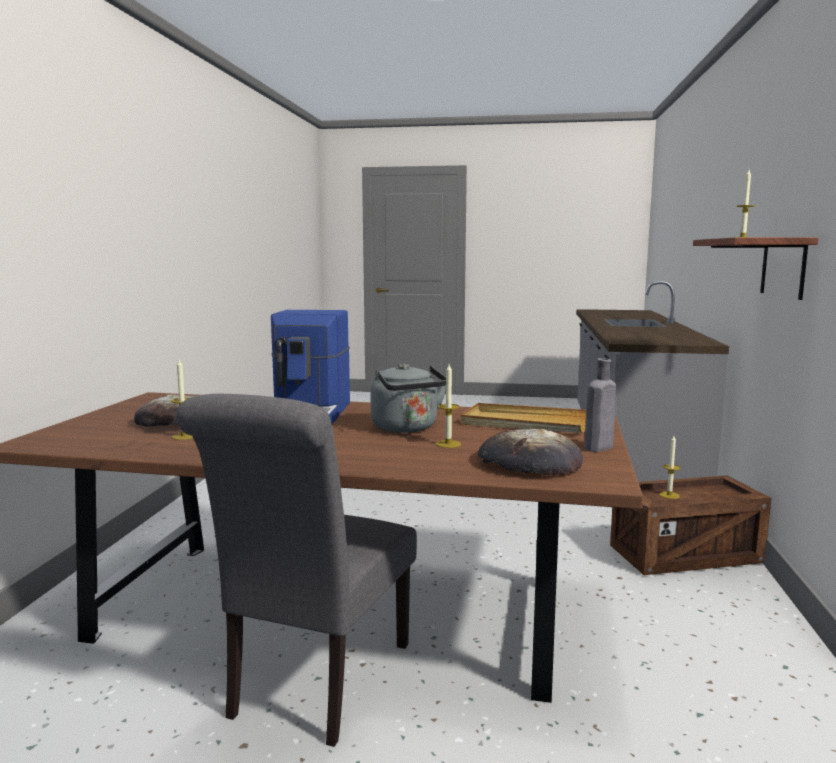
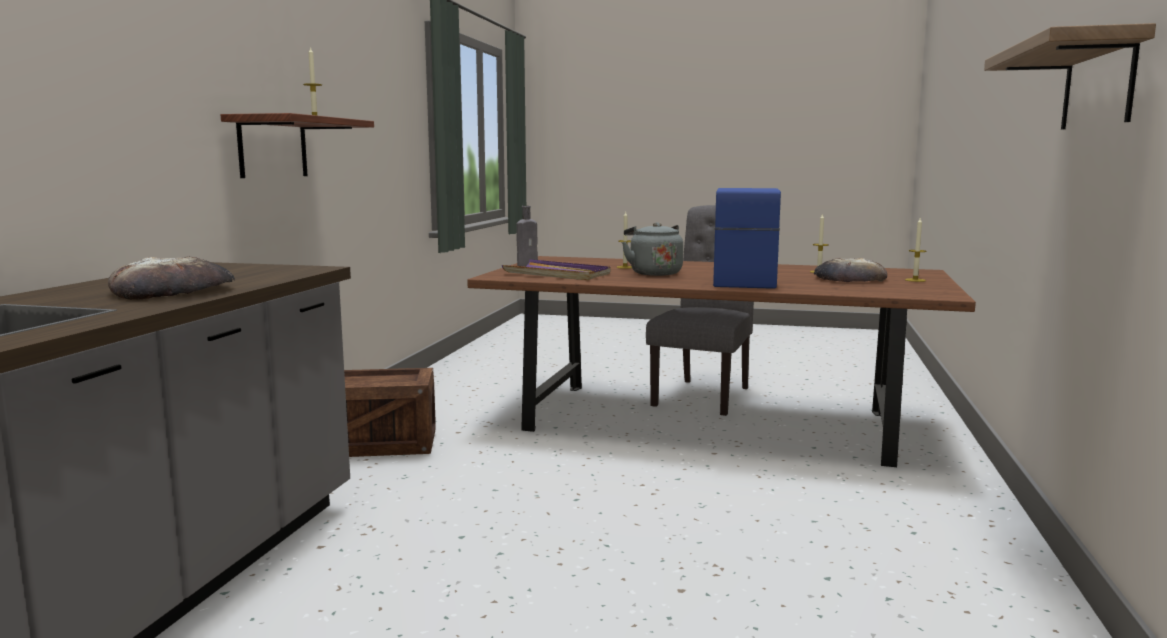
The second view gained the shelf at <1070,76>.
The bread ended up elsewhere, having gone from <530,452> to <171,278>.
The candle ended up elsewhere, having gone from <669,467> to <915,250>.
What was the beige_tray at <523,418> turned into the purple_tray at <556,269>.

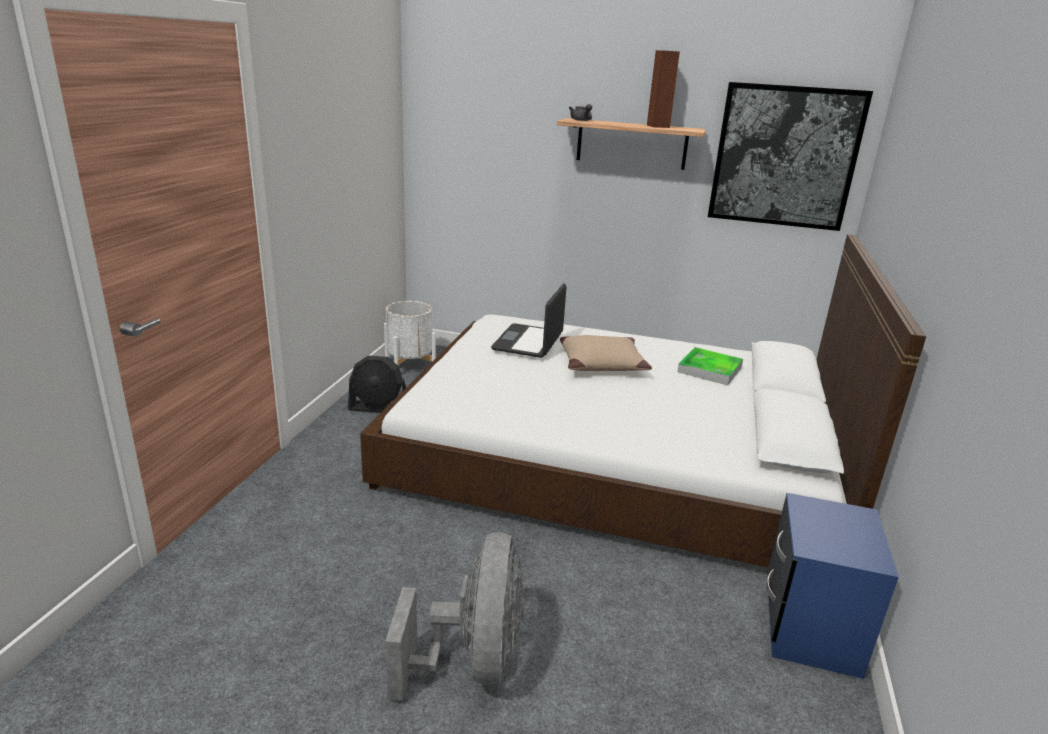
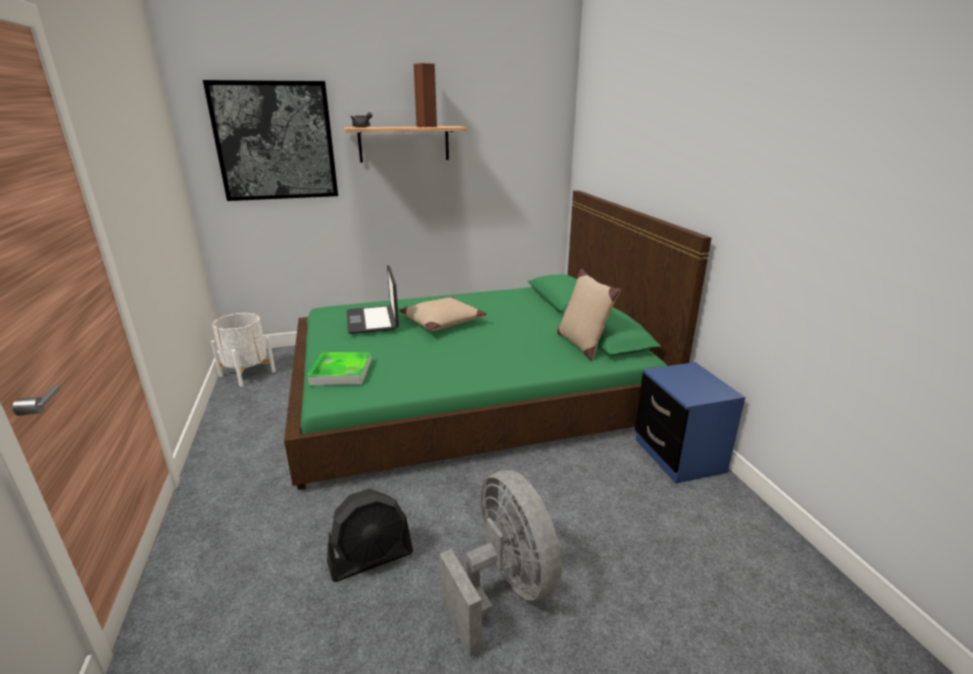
The second view gained the beige_pillow at <589,315>.
The black_fan ended up elsewhere, having gone from <377,384> to <370,535>.
The tray ended up elsewhere, having gone from <710,366> to <339,368>.
The picture ended up elsewhere, having gone from <790,156> to <270,140>.
What was the white_bed at <643,400> turned into the green_bed at <497,340>.

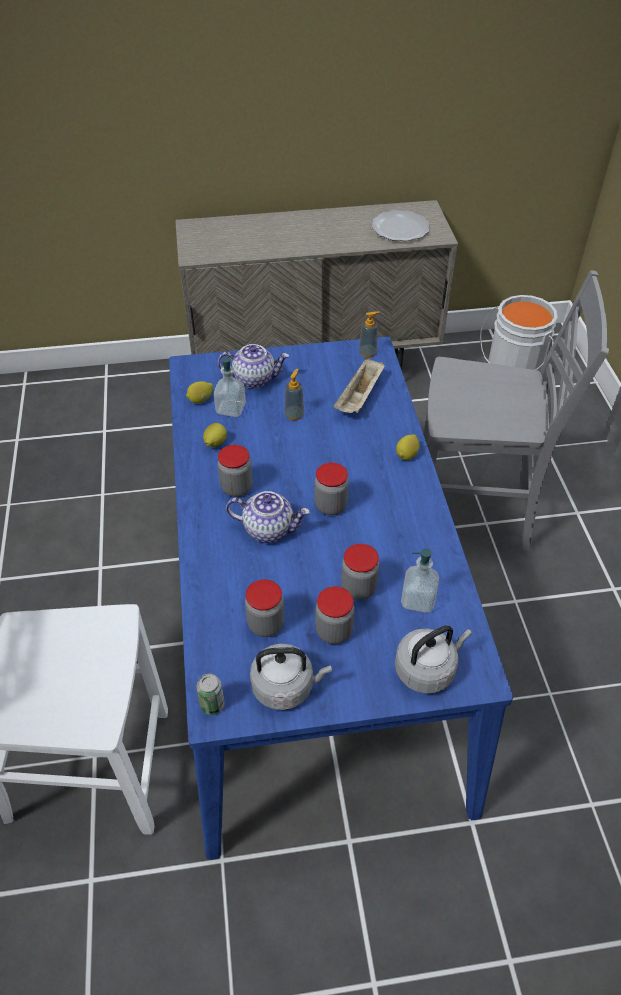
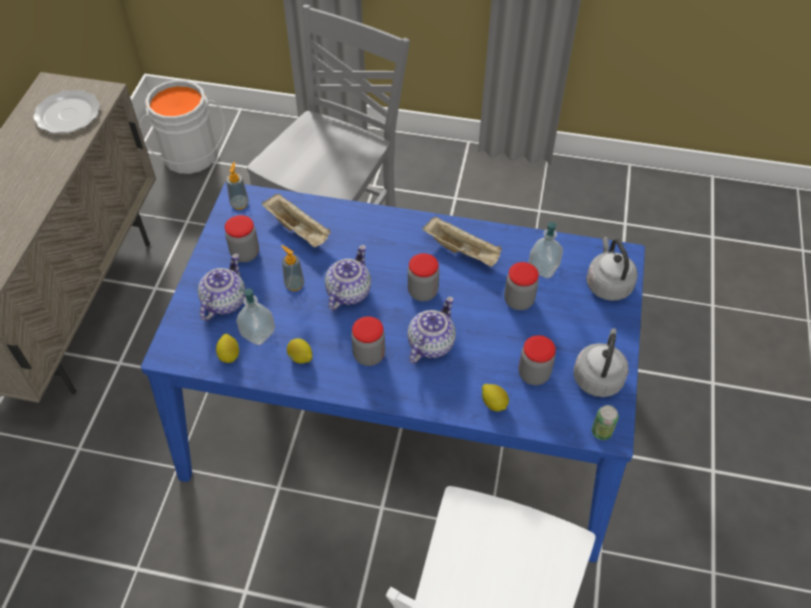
The second view gained the teapot at <348,278>.
The second view gained the beige_tray at <462,241>.
The jar ended up elsewhere, having gone from <335,615> to <242,238>.
The lemon ended up elsewhere, having gone from <408,447> to <495,398>.

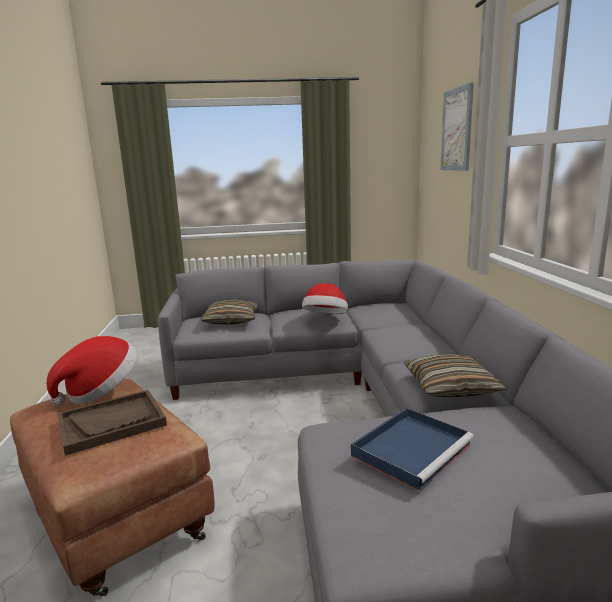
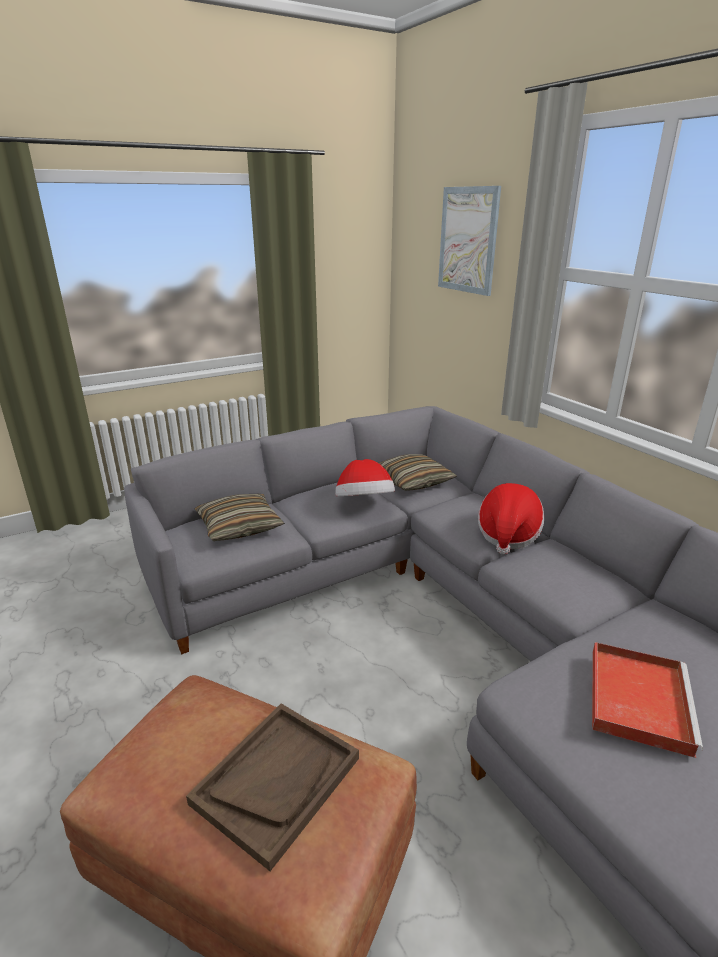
The hat ended up elsewhere, having gone from <92,371> to <511,518>.
The pillow ended up elsewhere, having gone from <455,375> to <418,472>.
What was the blue_tray at <412,449> turned into the red_tray at <647,700>.

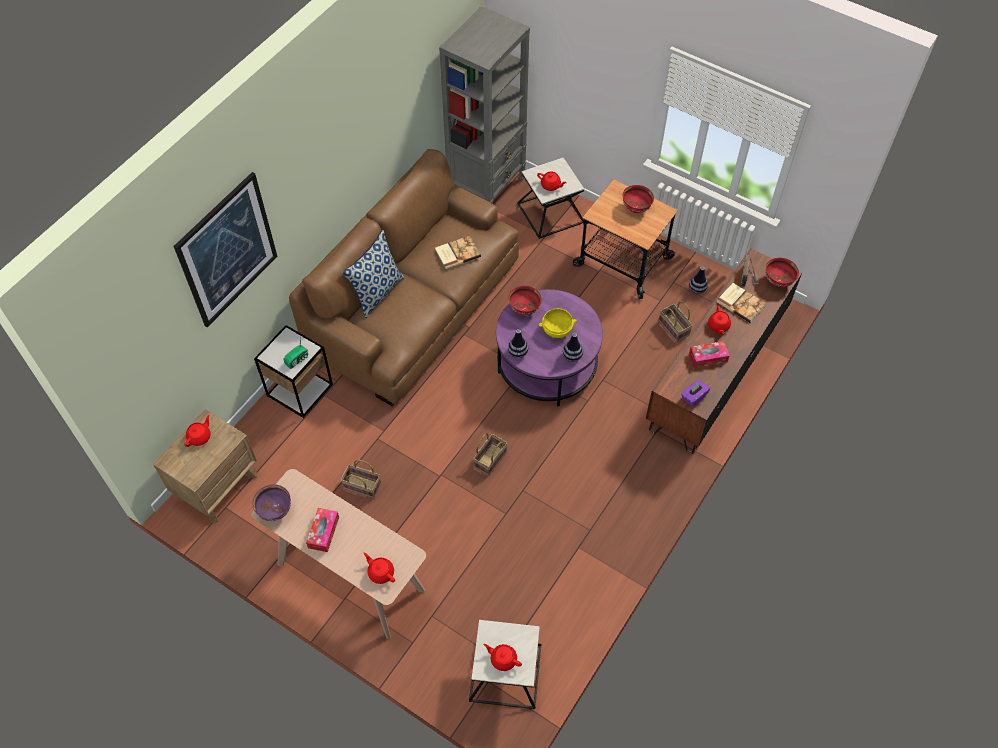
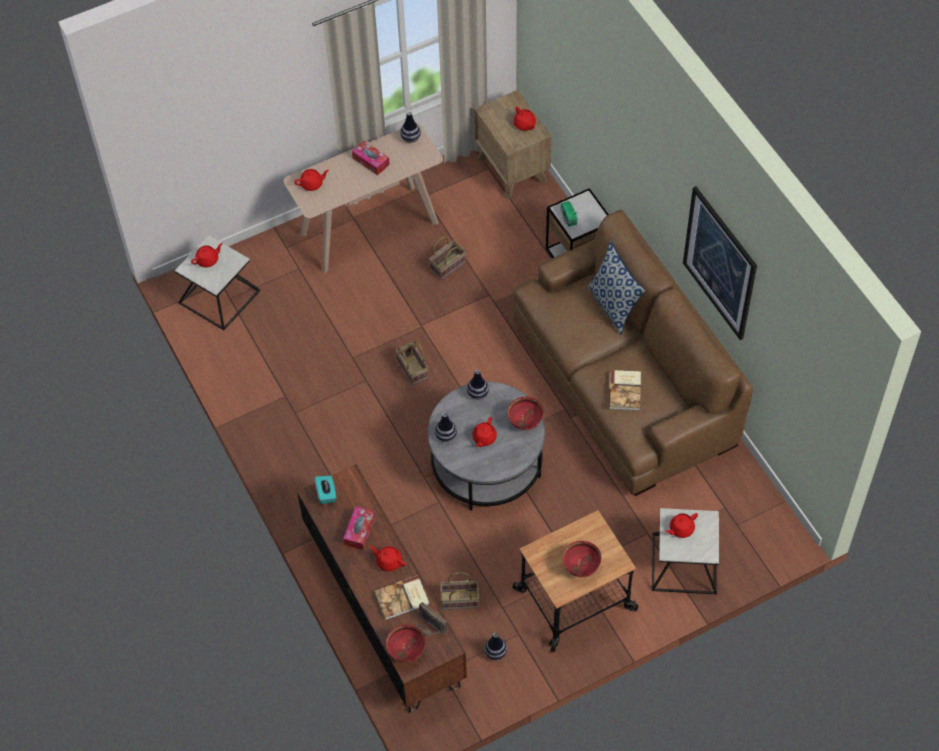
The second view lost the grey_bookcase at <484,104>.
The picture ended up elsewhere, having gone from <225,249> to <720,263>.
Where the purple_bowl stood at <271,502>, the vase came to stand at <410,127>.
Where the yellow_bowl stood at <558,323>, the red_teapot came to stand at <484,432>.
What was the purple_coffee_table at <549,348> turned into the grey_coffee_table at <486,446>.
What was the purple_tissue_box at <695,393> turned into the turquoise_tissue_box at <325,490>.

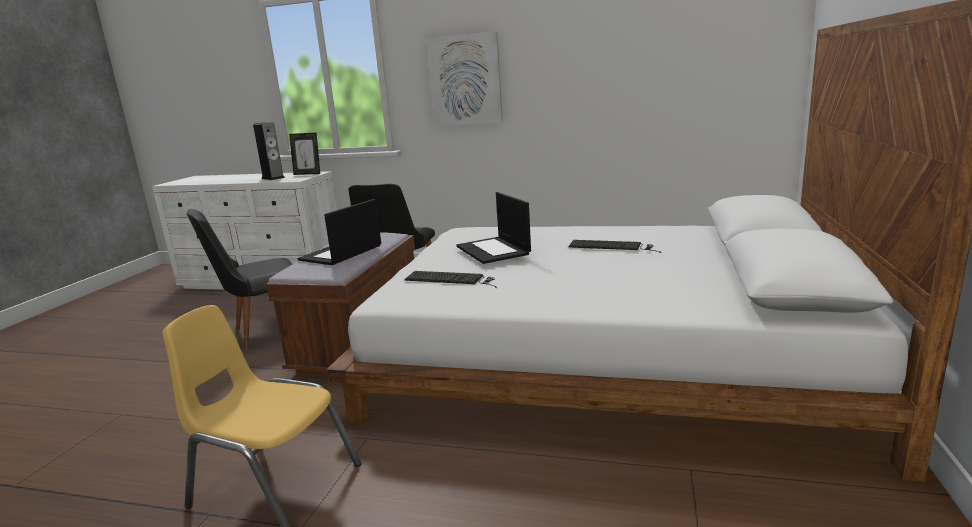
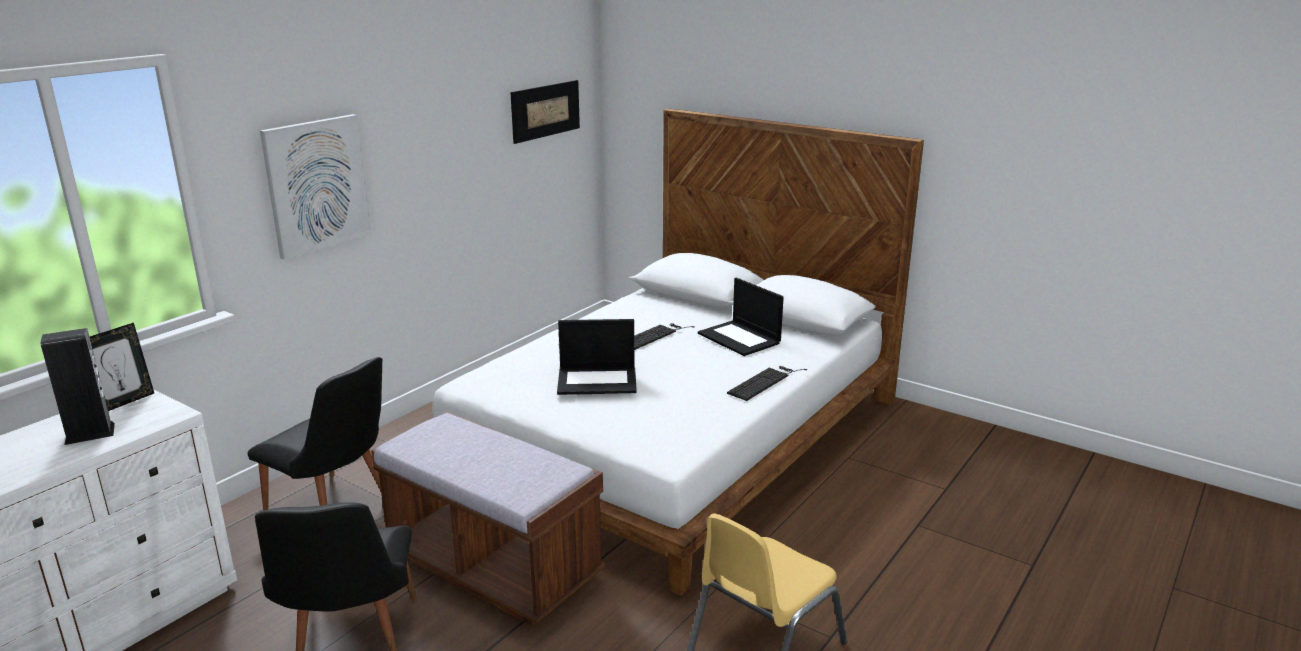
The second view gained the picture at <545,112>.
The laptop ended up elsewhere, having gone from <339,232> to <741,317>.
The keyboard ended up elsewhere, having gone from <450,279> to <767,383>.

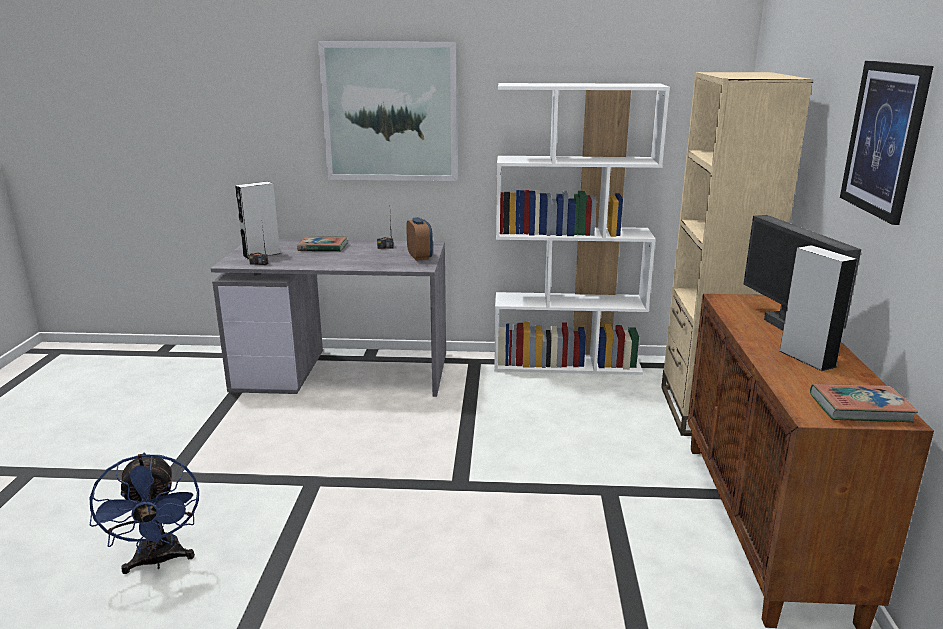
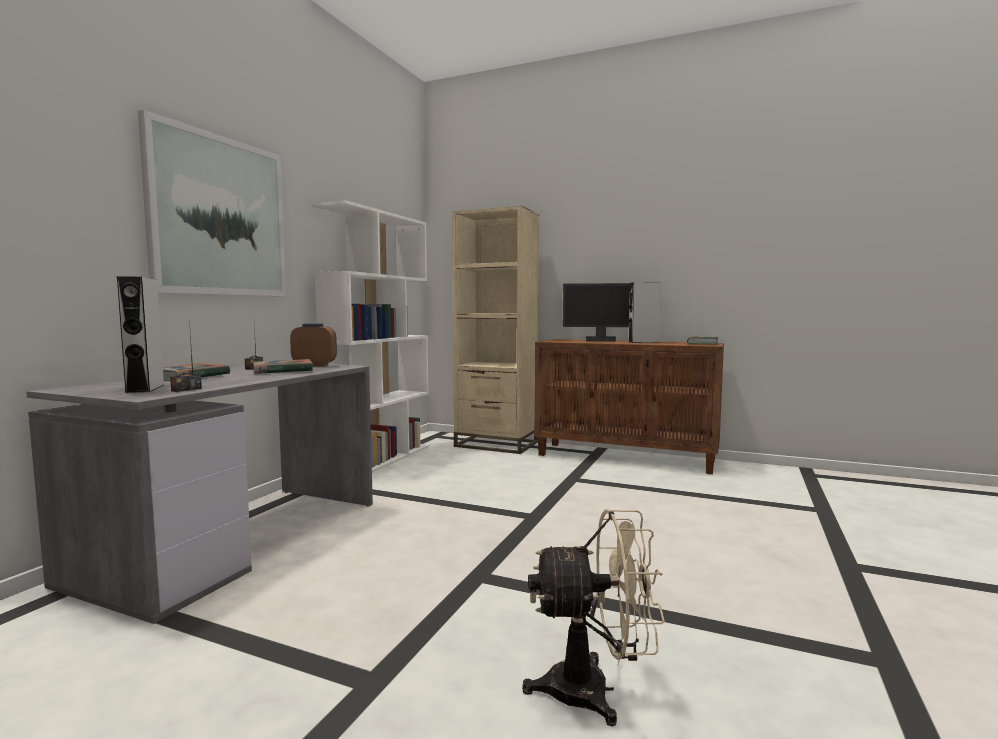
The second view lost the picture at <887,143>.
The second view gained the book at <283,366>.
What was the blue_fan at <144,513> turned into the beige_fan at <593,617>.

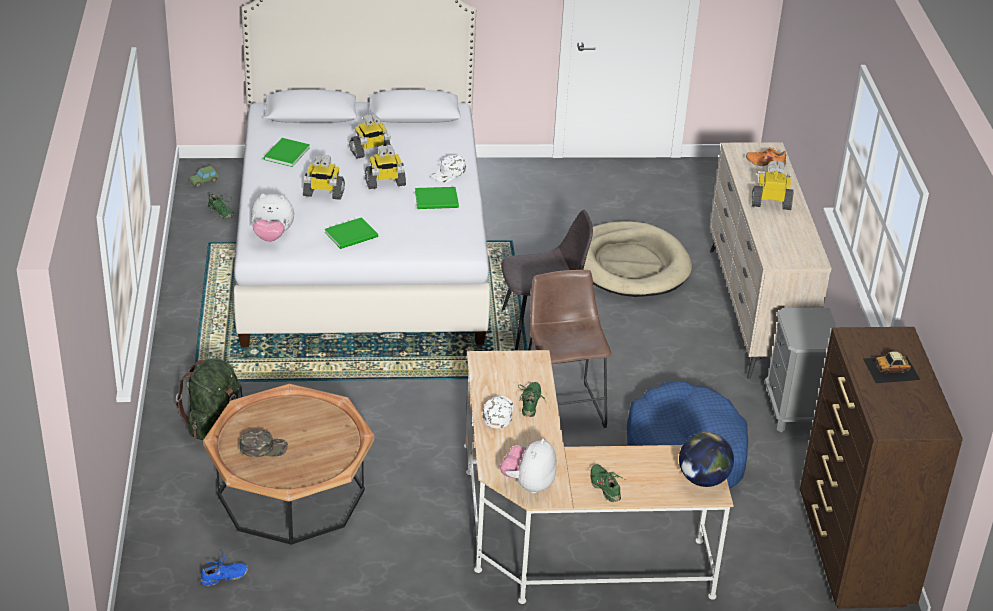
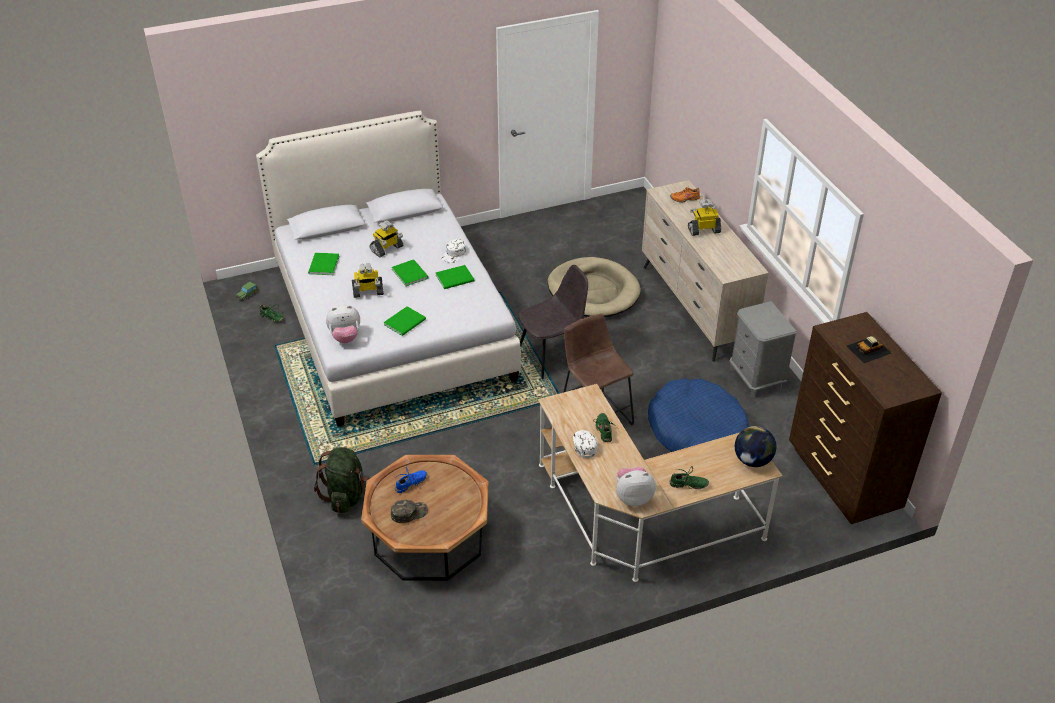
The blue_shoe ended up elsewhere, having gone from <224,570> to <411,480>.
Where the toy_robot stood at <385,166>, the green_book came to stand at <410,272>.
The plush_toy at <528,465> ended up facing another way, 75 degrees clockwise from before.
The green_shoe at <607,483> ended up facing another way, 135 degrees clockwise from before.

